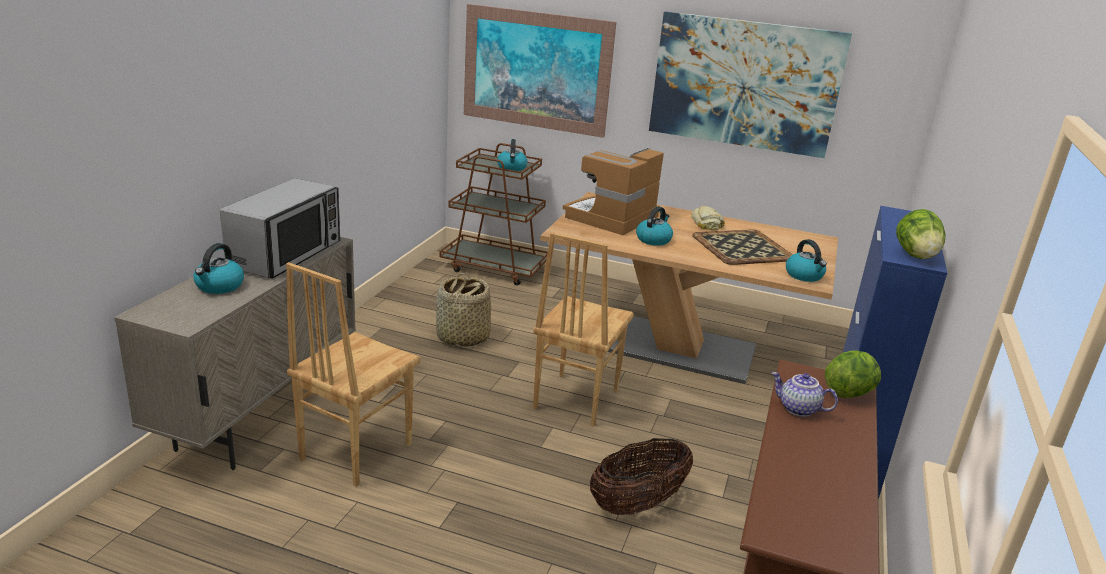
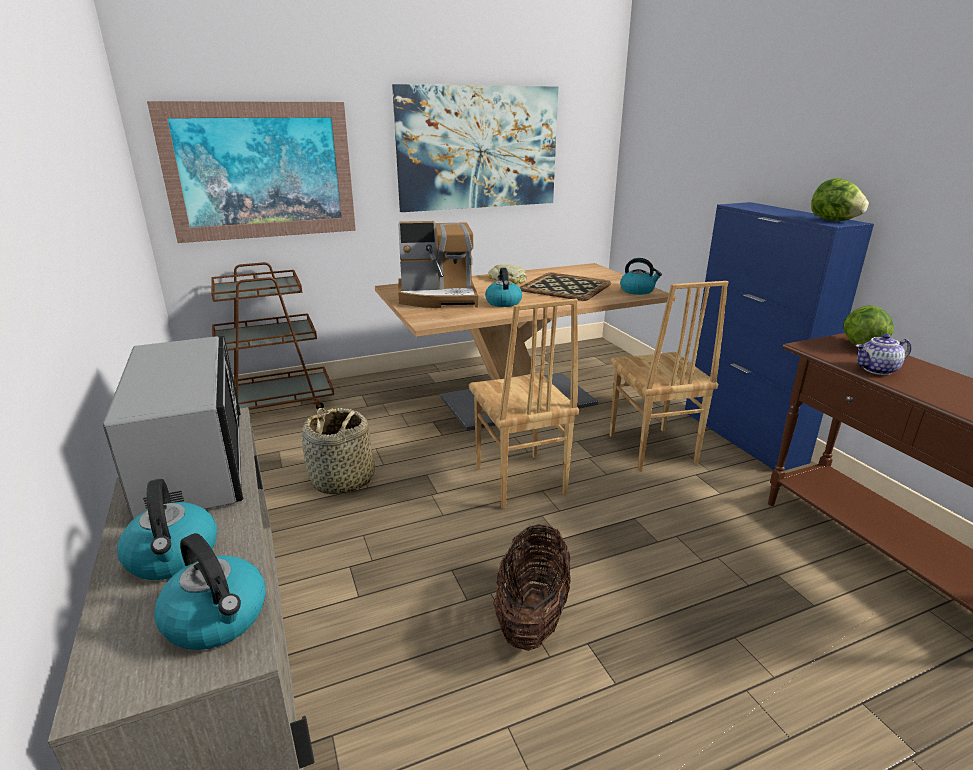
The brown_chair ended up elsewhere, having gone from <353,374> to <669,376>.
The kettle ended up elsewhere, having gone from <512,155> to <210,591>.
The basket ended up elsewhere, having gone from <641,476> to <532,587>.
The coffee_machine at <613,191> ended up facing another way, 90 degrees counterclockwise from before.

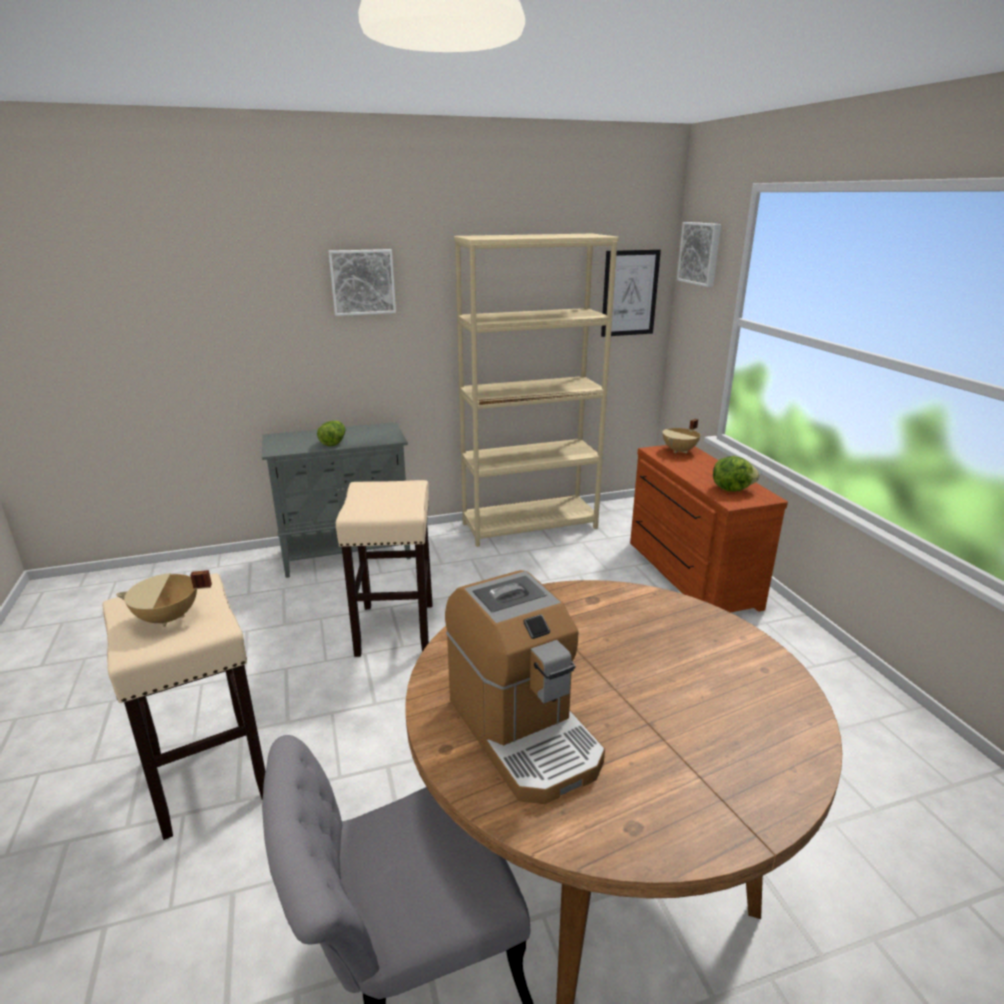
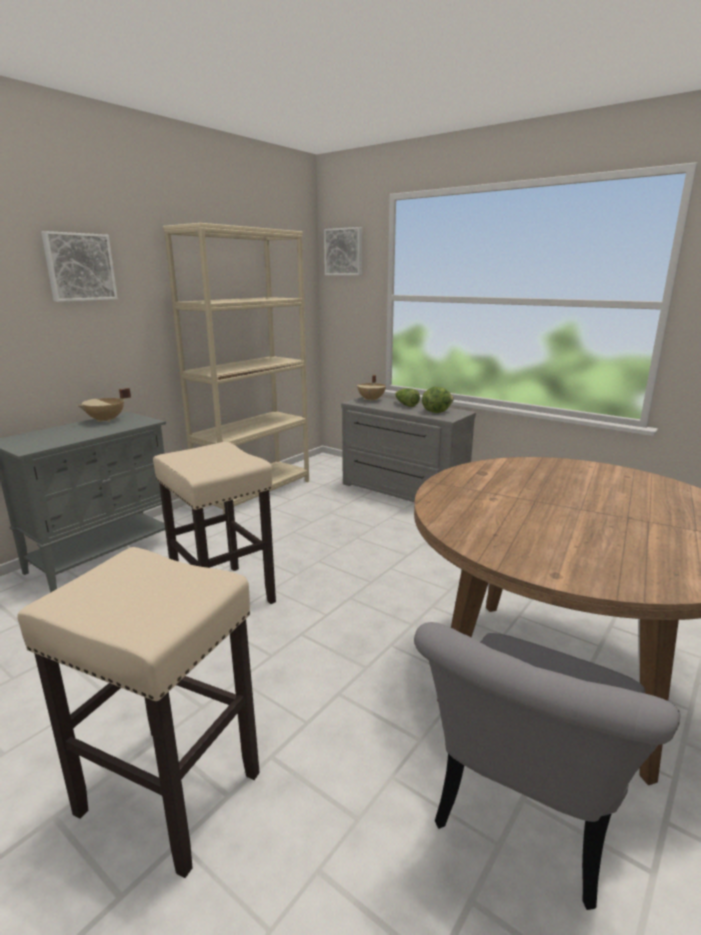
The second view lost the coffee_machine at <525,687>.
The second view lost the picture at <631,293>.
The beige_cooking_pot ended up elsewhere, having gone from <164,598> to <104,405>.
The lettuce ended up elsewhere, having gone from <331,433> to <407,397>.
What was the brown_dresser at <709,529> turned into the grey_dresser at <408,449>.

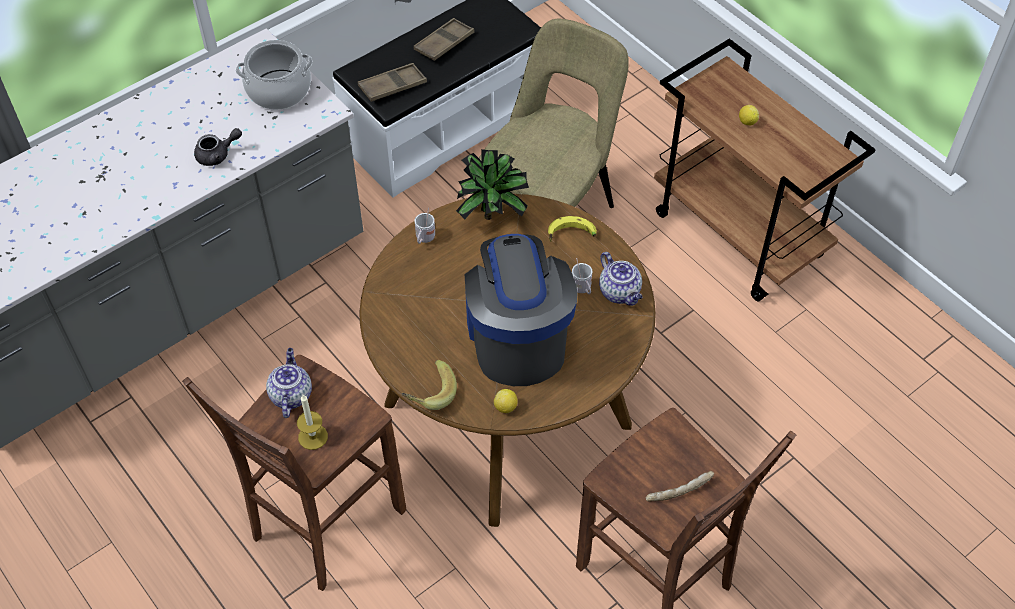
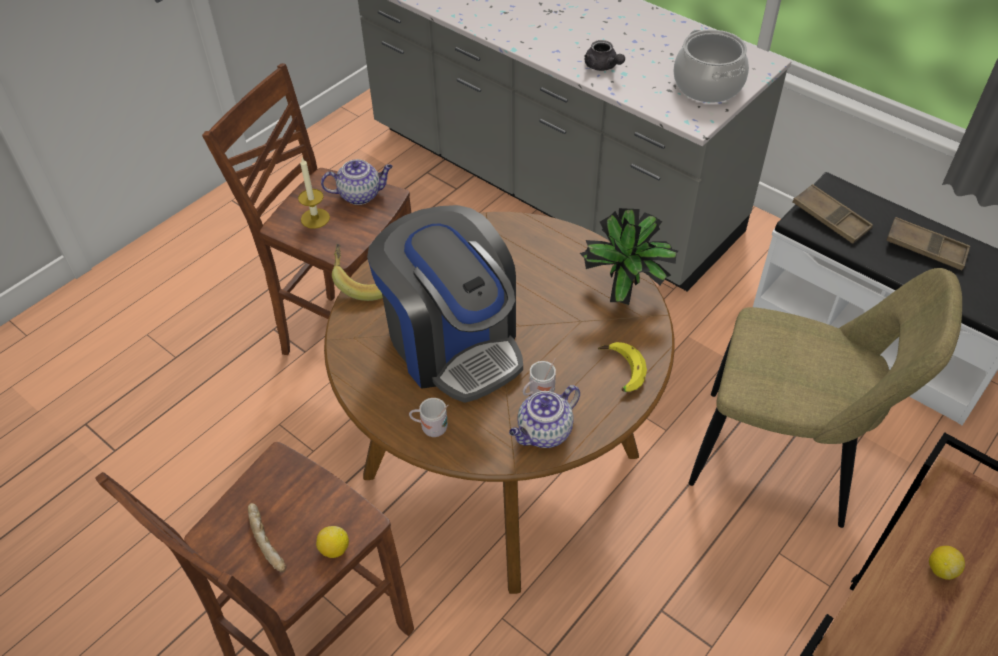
The white_mug ended up elsewhere, having gone from <425,225> to <428,417>.
The lemon ended up elsewhere, having gone from <506,401> to <332,542>.
The coffee_machine at <521,310> ended up facing another way, 75 degrees clockwise from before.

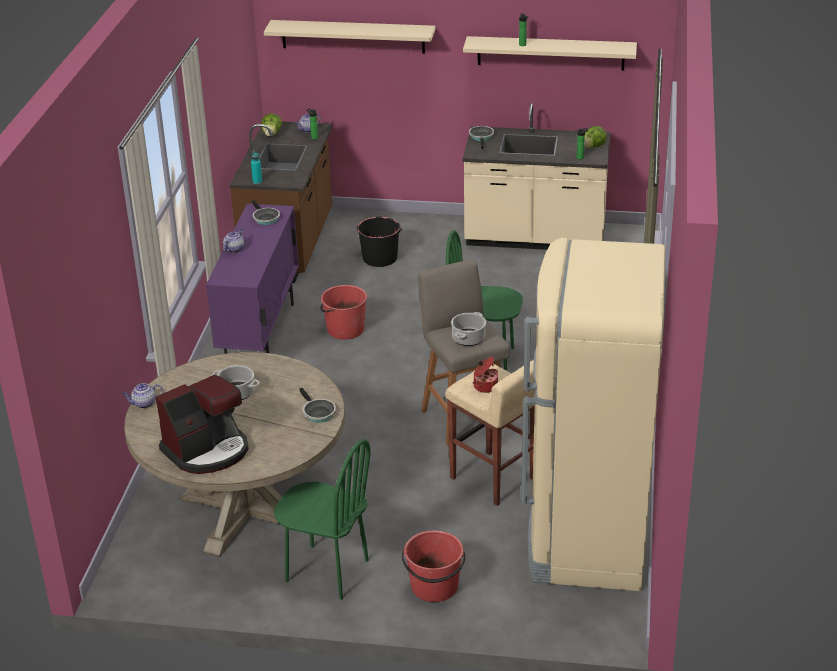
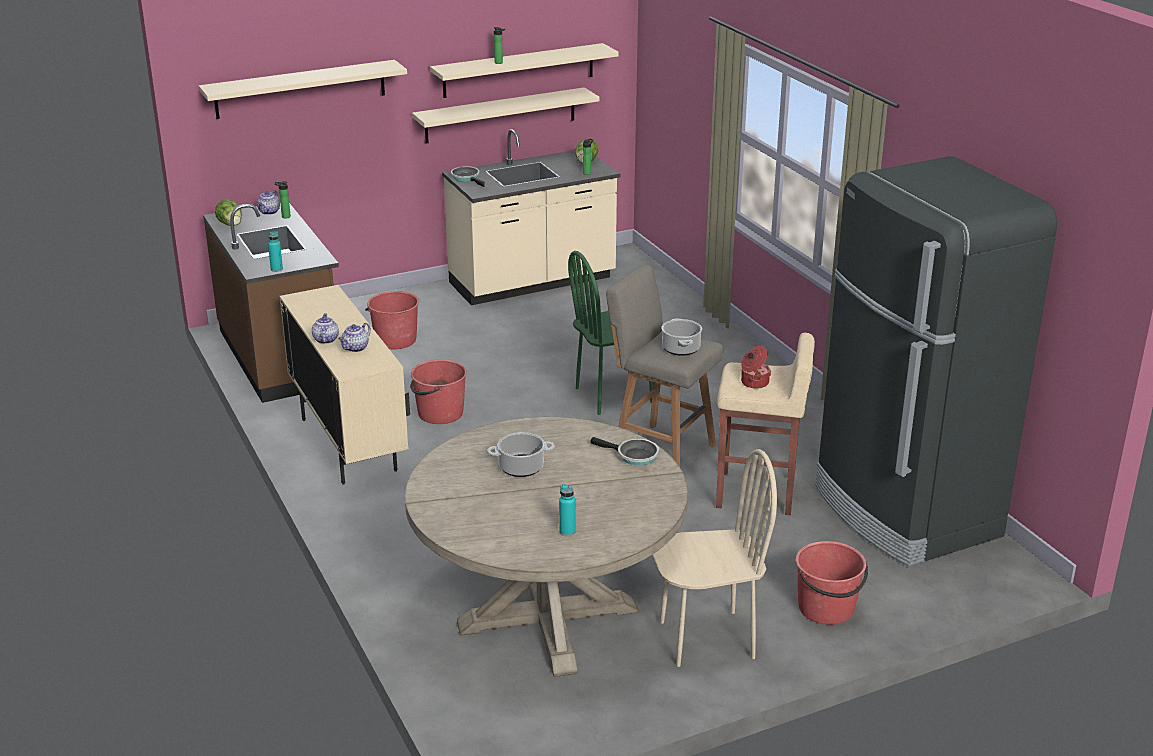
The second view lost the frying_pan at <266,212>.
The second view gained the beige_shelf at <505,115>.
The teapot ended up elsewhere, having gone from <143,396> to <354,337>.
Where the coffee_machine stood at <202,424>, the turquoise_bottle came to stand at <567,510>.
What was the purple_cabinet at <252,279> turned into the beige_cabinet at <344,384>.
What was the green_chair at <322,519> turned into the beige_chair at <715,558>.
What was the black_bucket at <379,242> turned into the red_bucket at <392,320>.
What was the beige_fridge at <593,414> turned into the black_fridge at <936,361>.

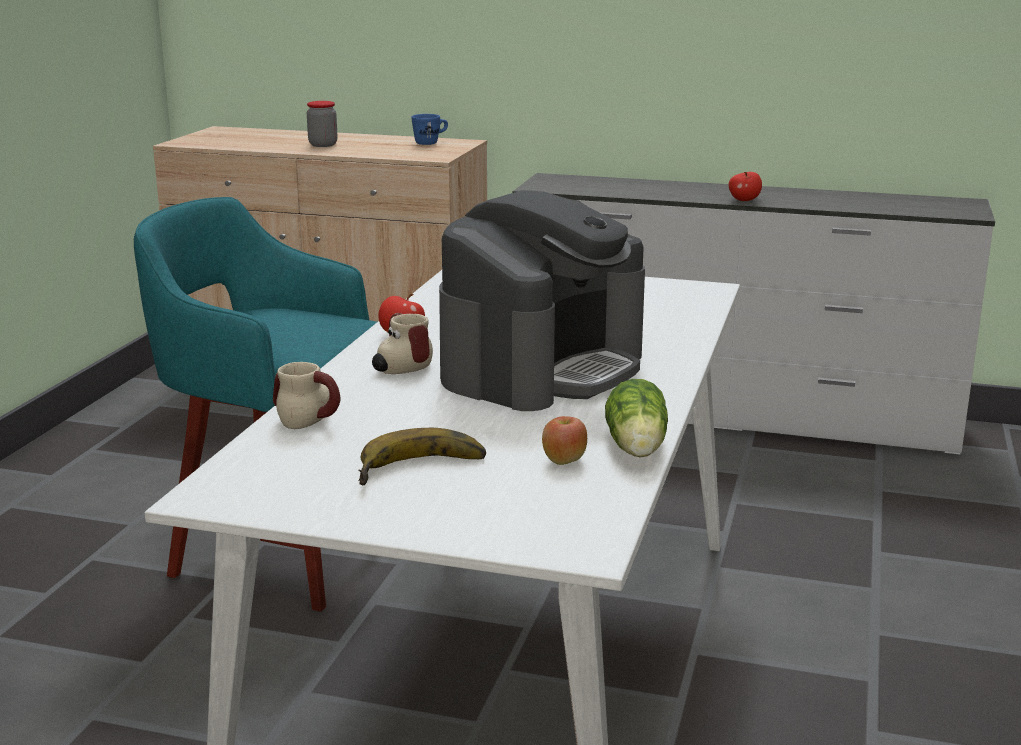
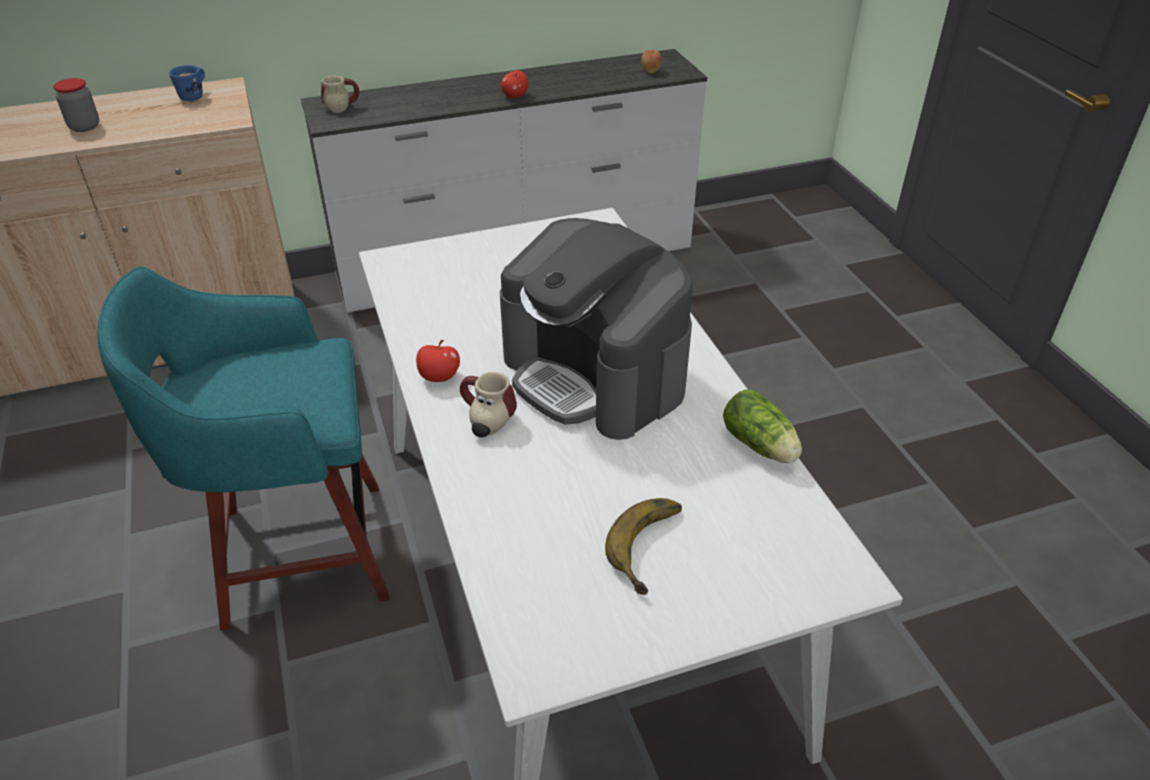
The mug ended up elsewhere, having gone from <306,395> to <340,94>.
The apple ended up elsewhere, having gone from <564,440> to <651,61>.
The coffee_machine at <542,300> ended up facing another way, 135 degrees clockwise from before.

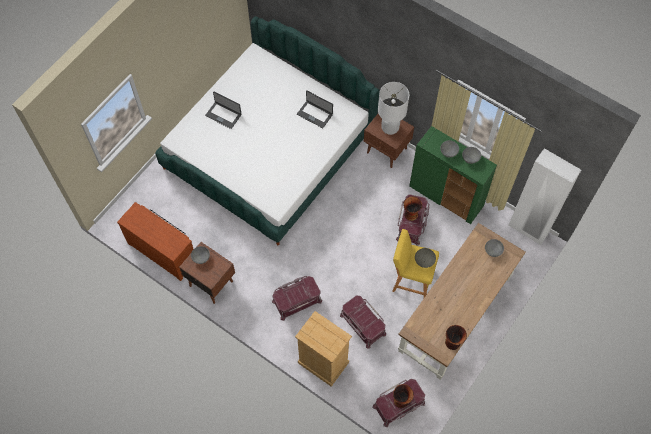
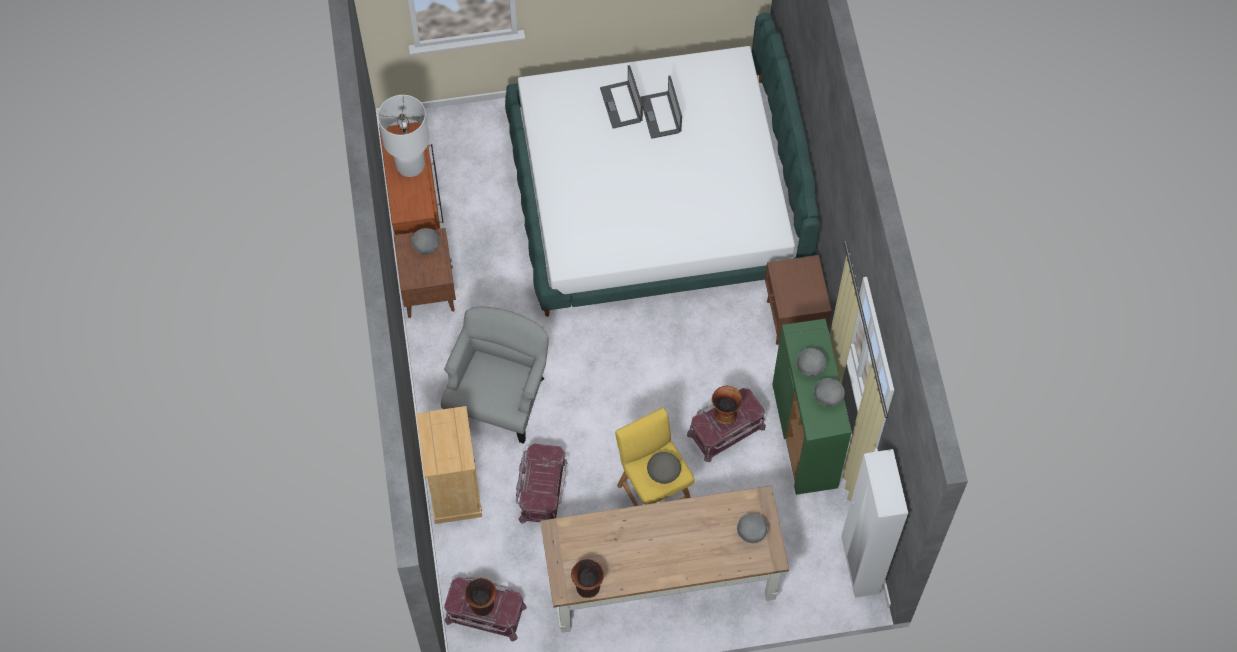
The laptop ended up elsewhere, having gone from <315,109> to <661,107>.
The white_table_lamp ended up elsewhere, having gone from <393,108> to <403,136>.
Where the red_storage_box stood at <297,298>, the grey_armchair came to stand at <495,375>.

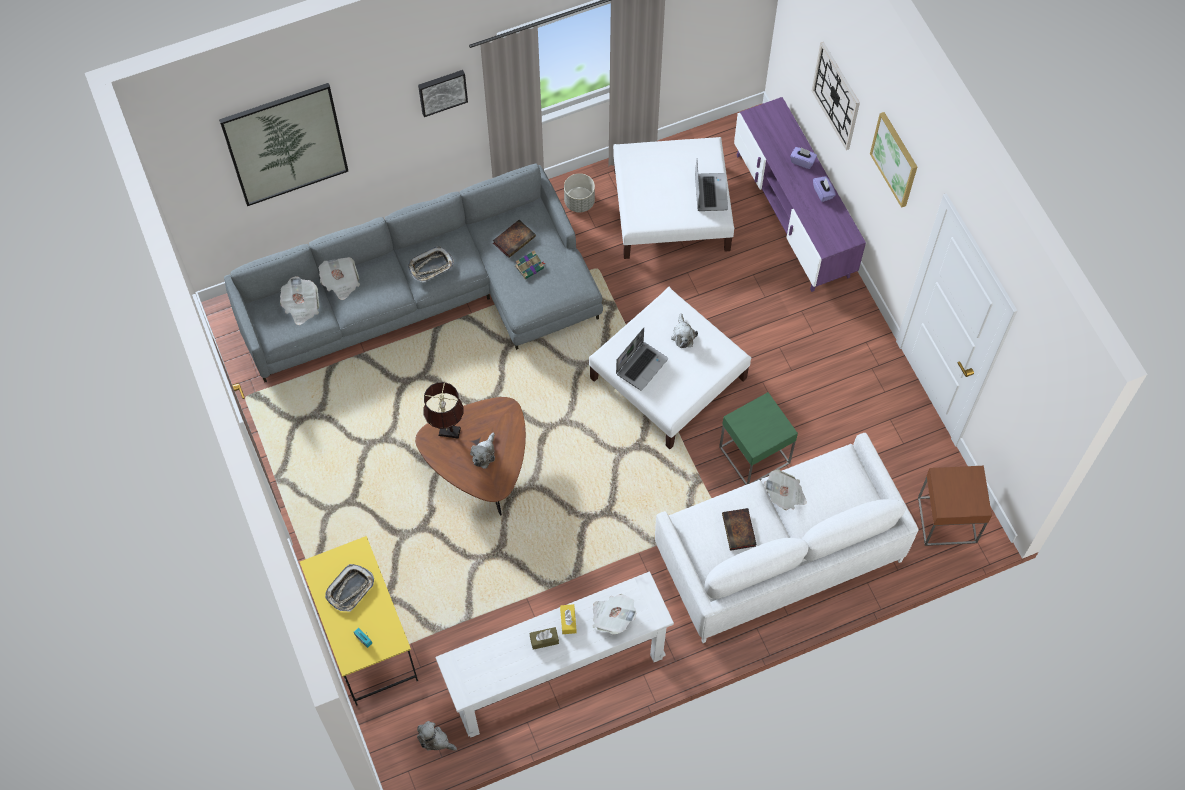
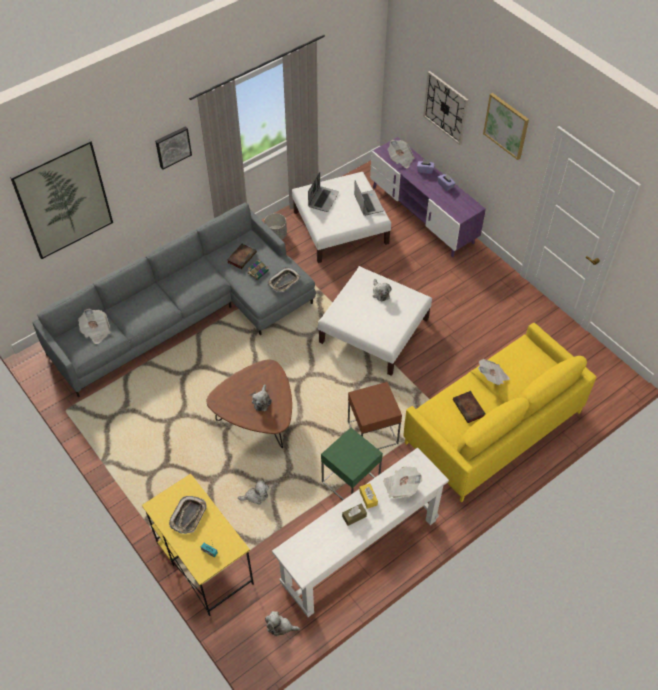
The second view lost the brown_table_lamp at <443,410>.
The second view gained the plush_toy at <253,492>.
The newspaper ended up elsewhere, having gone from <339,278> to <401,154>.
The tray ended up elsewhere, having gone from <431,264> to <284,279>.
The laptop ended up elsewhere, having gone from <642,359> to <323,192>.
The green_side_table ended up elsewhere, having gone from <758,438> to <352,464>.
The brown_side_table ended up elsewhere, having gone from <955,506> to <375,416>.
What was the white_sofa at <786,538> turned into the yellow_sofa at <500,412>.

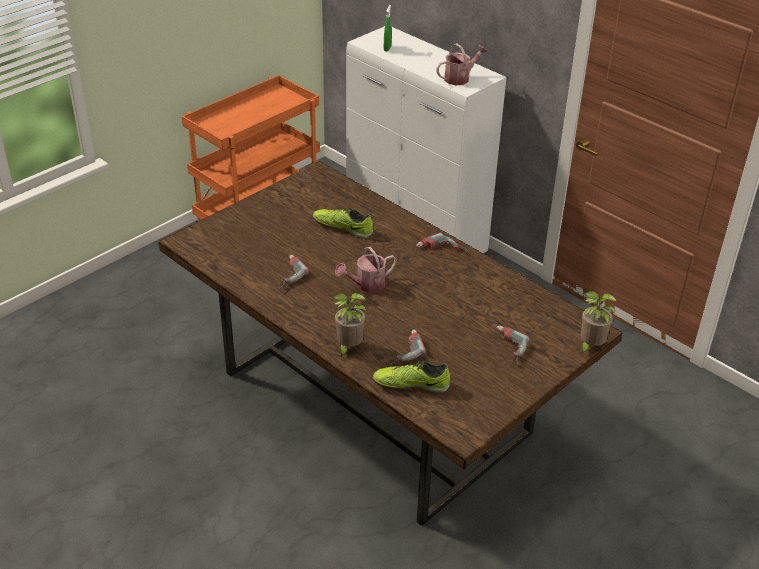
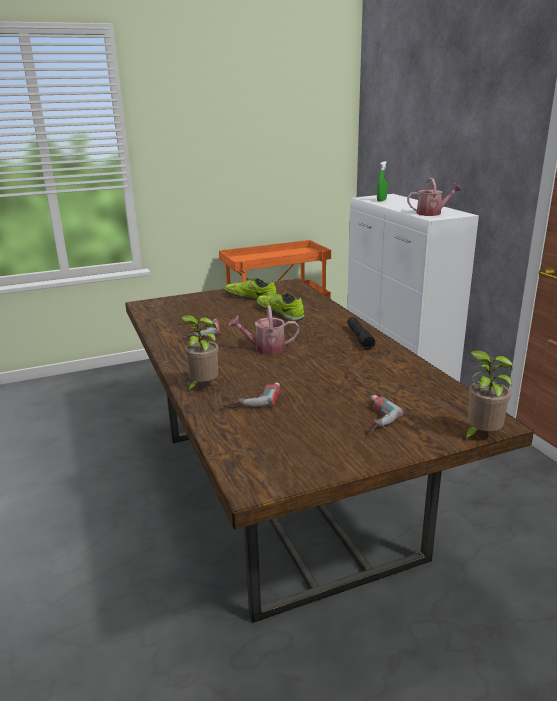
The shoe ended up elsewhere, having gone from <411,377> to <250,289>.
Where the power_drill stood at <443,242>, the black_flashlight came to stand at <361,333>.

